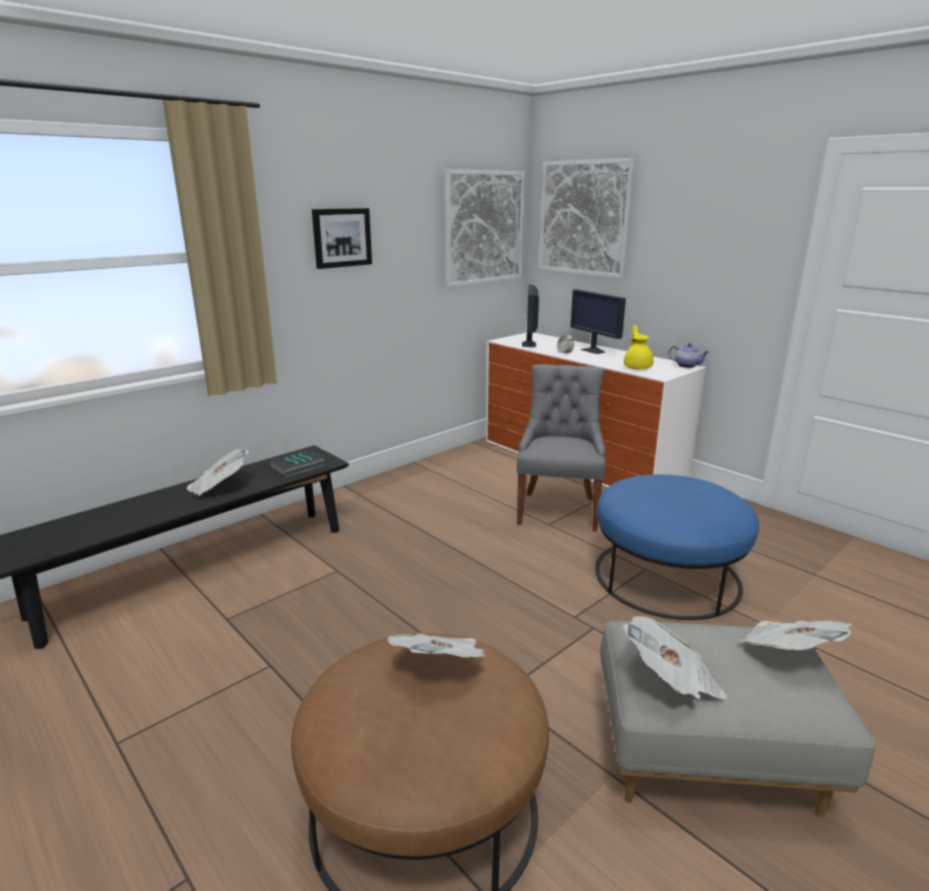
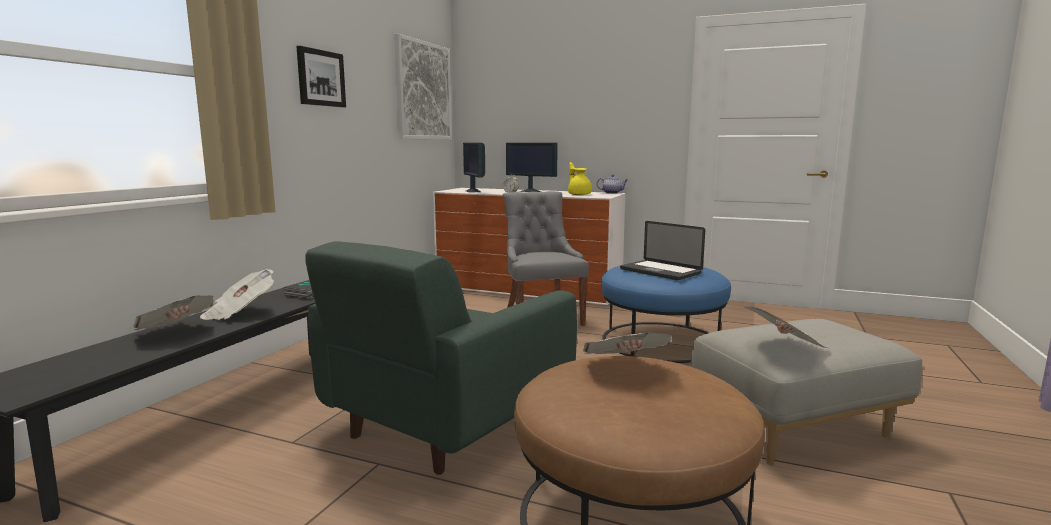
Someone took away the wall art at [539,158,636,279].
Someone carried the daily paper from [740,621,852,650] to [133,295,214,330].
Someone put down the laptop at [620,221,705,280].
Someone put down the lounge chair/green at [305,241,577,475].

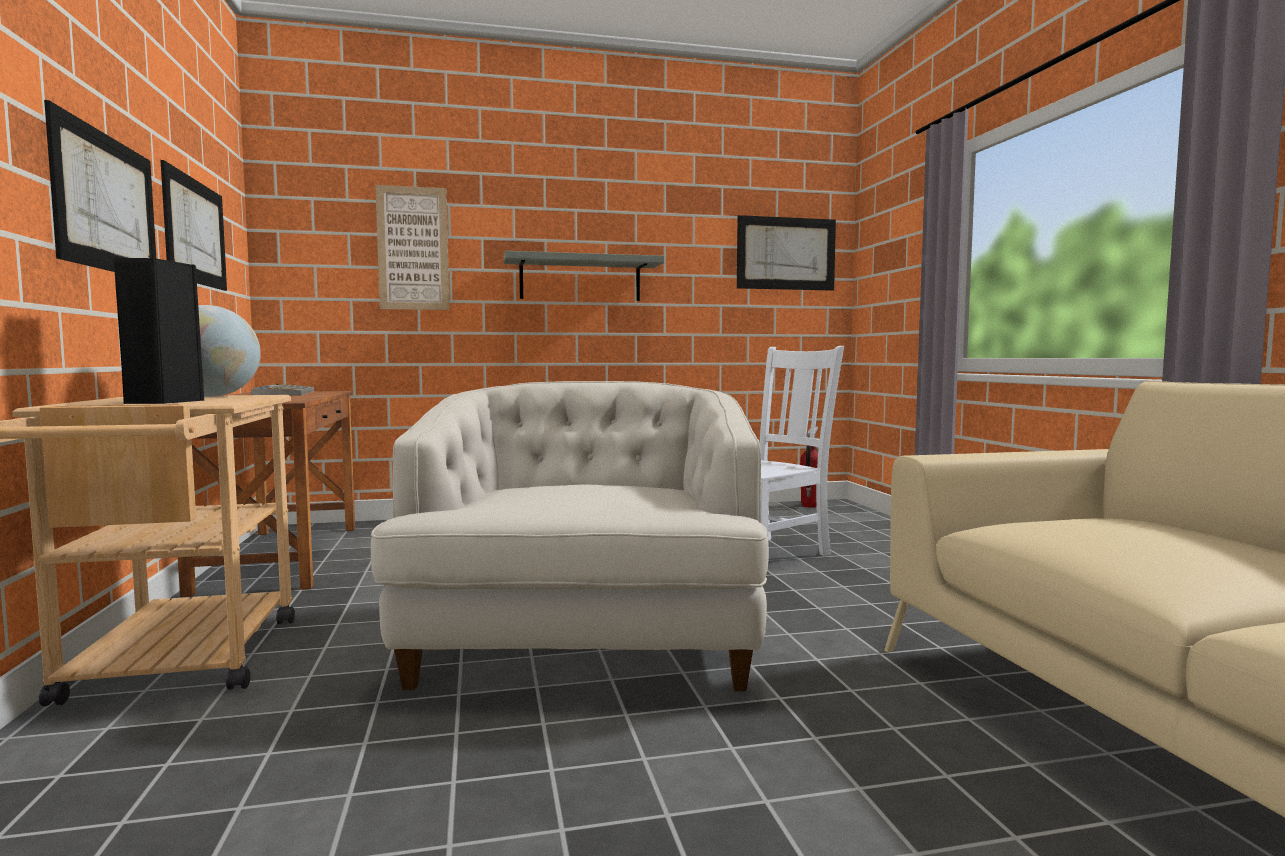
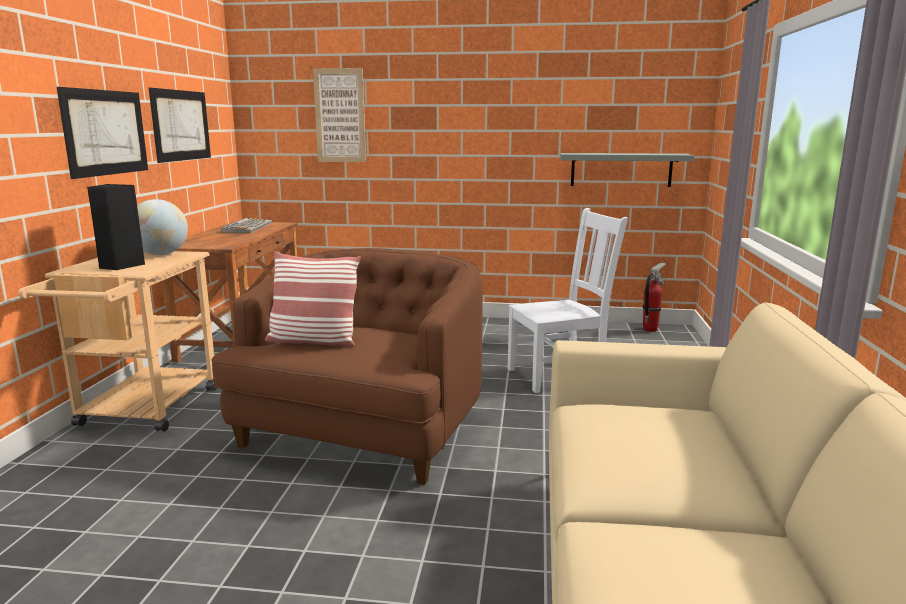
Someone took away the wall art at [737,215,836,291].
Someone carried the shelf/greyish from [504,251,664,301] to [560,153,694,187].
Someone repainted the lounge chair/whitish at [371,381,769,691], which became the lounge chair/brown at [211,248,482,485].
Someone put down the throw pillow at [265,251,361,347].

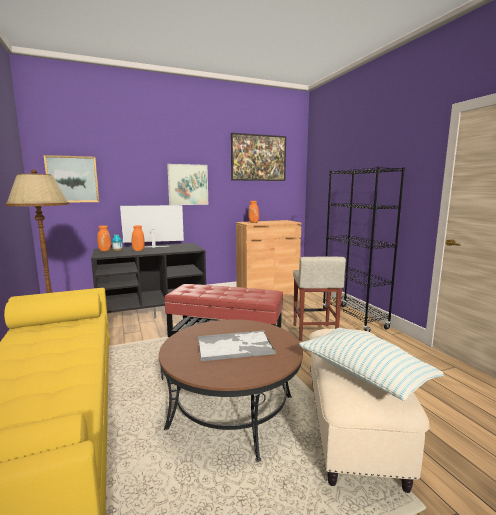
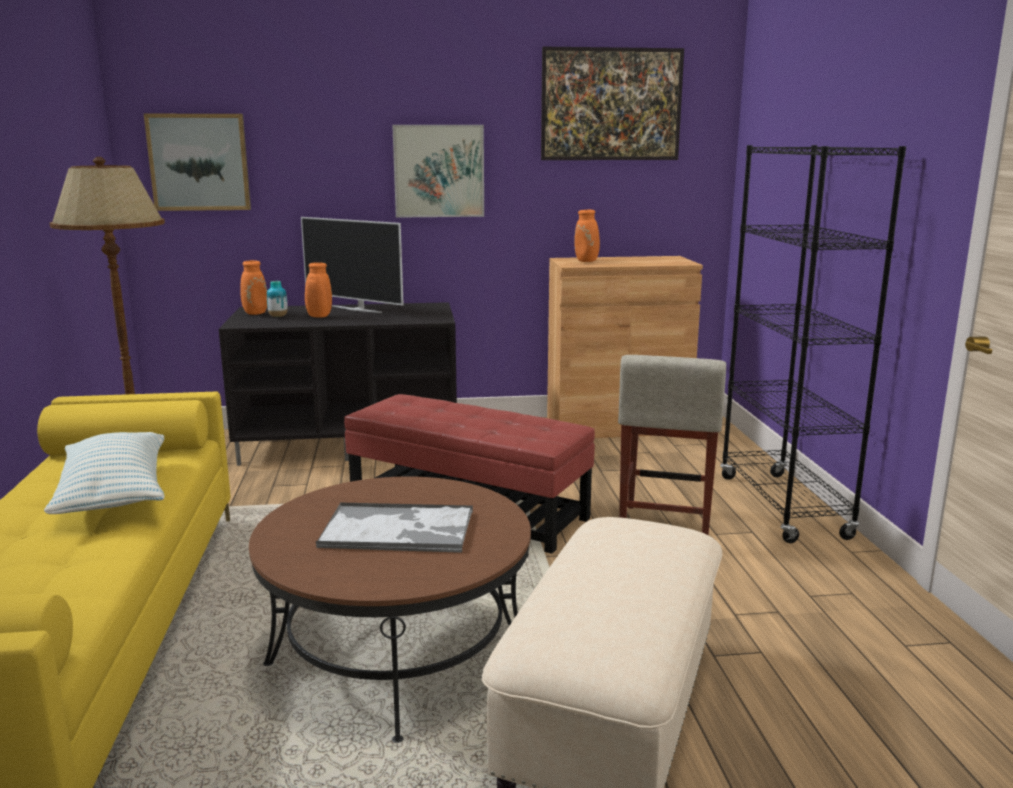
Someone rotated the TV set at [120,205,184,248] by 150 degrees counterclockwise.
Someone carried the throw pillow from [299,328,444,401] to [44,432,164,514].

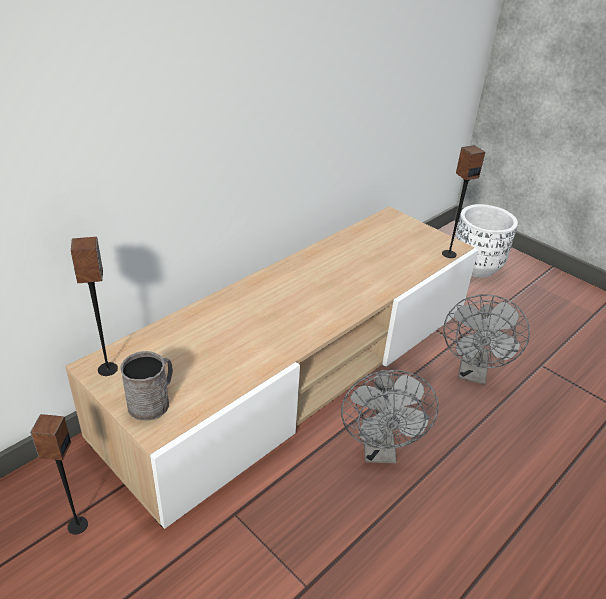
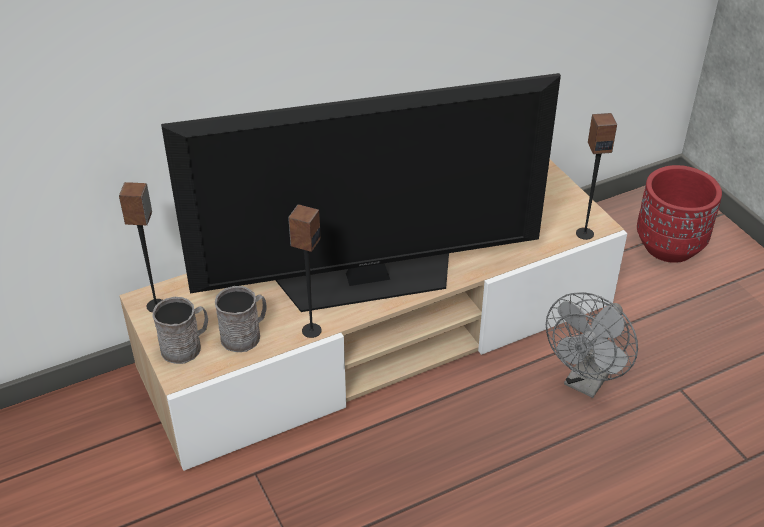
Someone repainted the plant pot/whitish at [455,204,518,277], which became the plant pot/red at [637,165,722,263].
Someone took away the cooling fan/greyish at [341,370,439,463].
Someone carried the speaker from [30,414,88,535] to [288,204,322,338].
Someone put down the TV set at [161,73,561,312].
Someone put down the mug/greyish at [215,286,267,352].

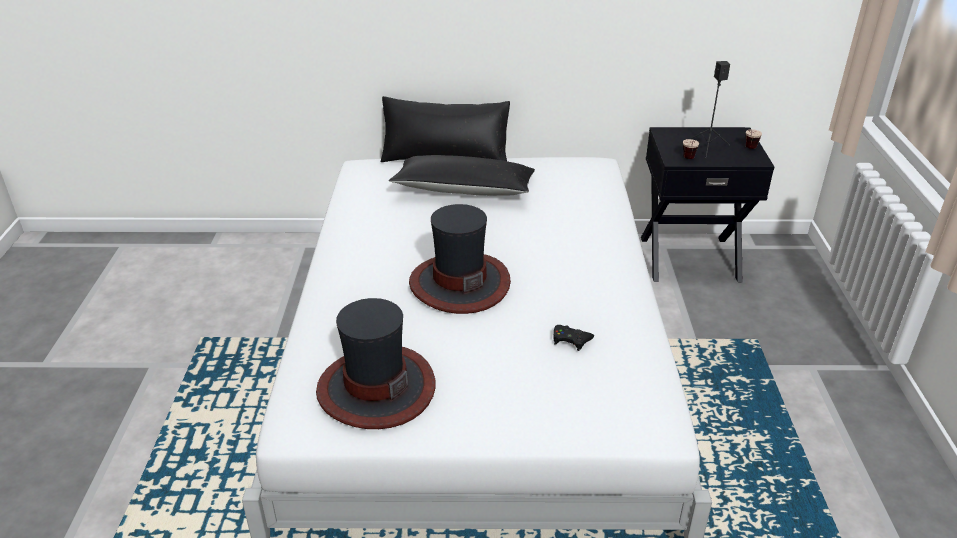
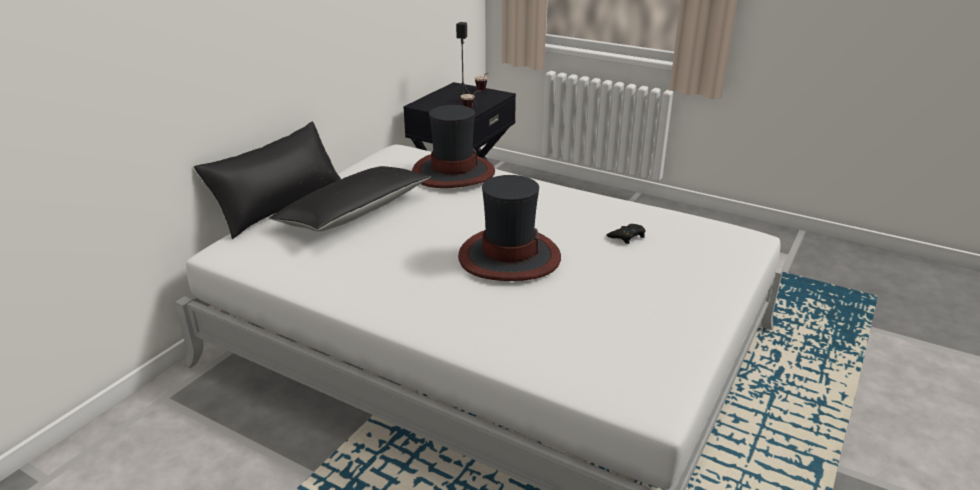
Someone carried the wearable hat from [316,298,436,429] to [412,105,495,188].

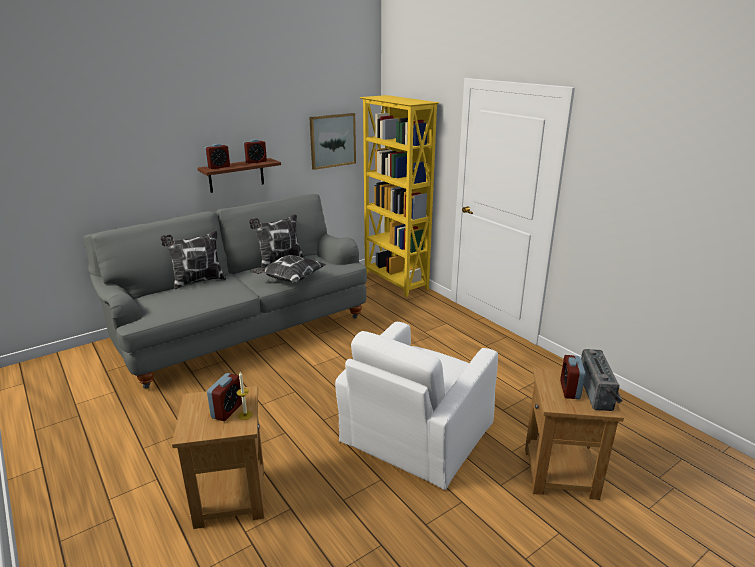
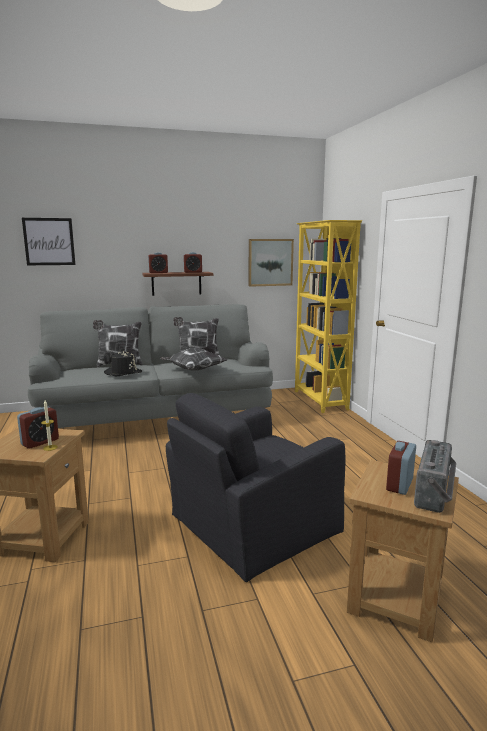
Someone repainted the lounge chair/whitish at [335,322,498,490], which became the lounge chair/black-coloured at [166,393,345,582].
Someone put up the wall art at [22,218,76,265].
Someone put down the wearable hat/black-coloured at [104,351,142,376].

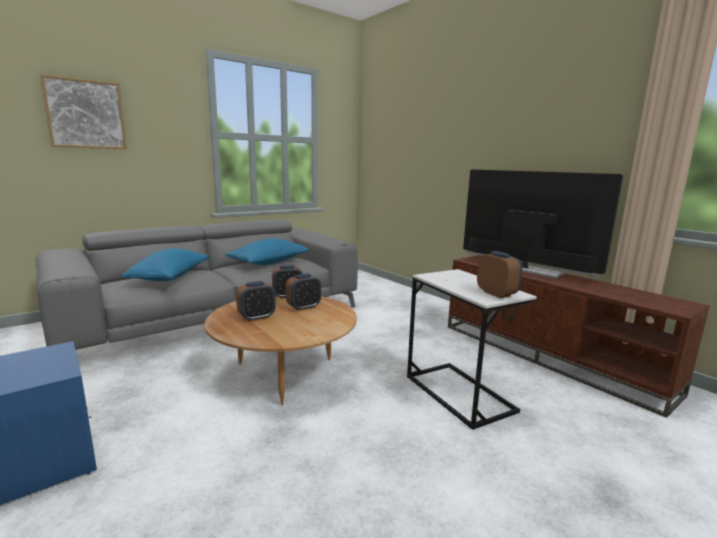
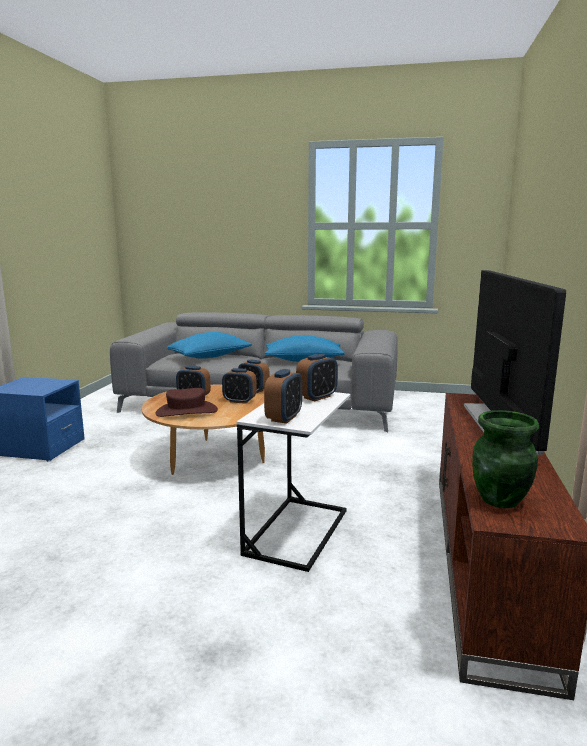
Someone took away the wall art at [40,74,127,149].
Someone put down the bedside clock at [296,354,338,401].
Someone put down the wearable hat/brown at [155,388,218,417].
Someone put down the decorative vase/green at [472,410,539,508].

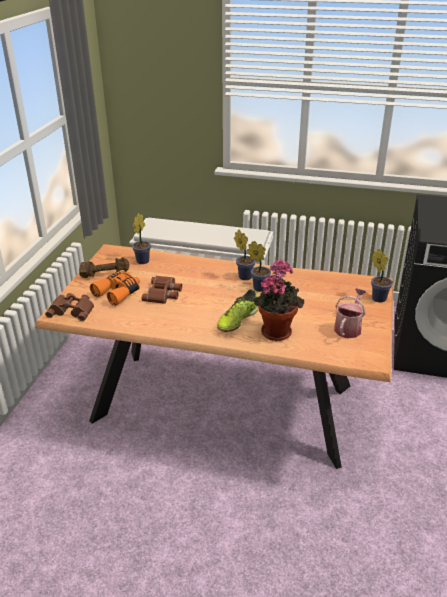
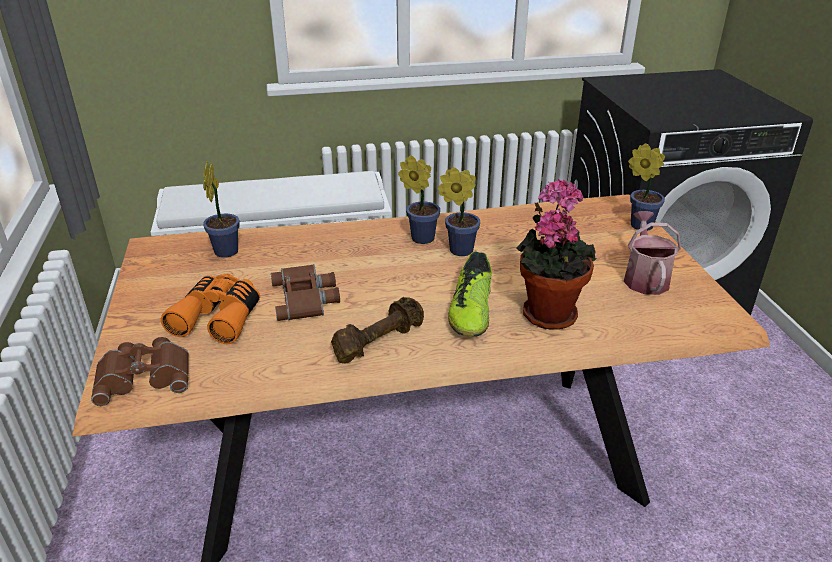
Someone carried the dumbbell/brown from [79,257,130,278] to [331,297,424,364].

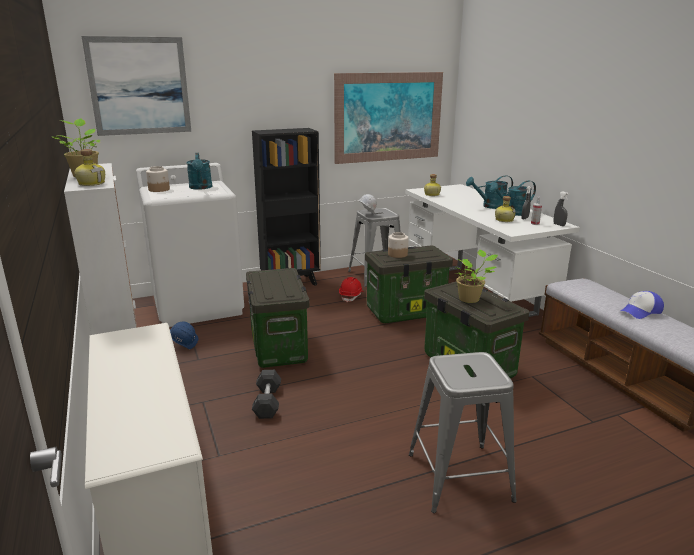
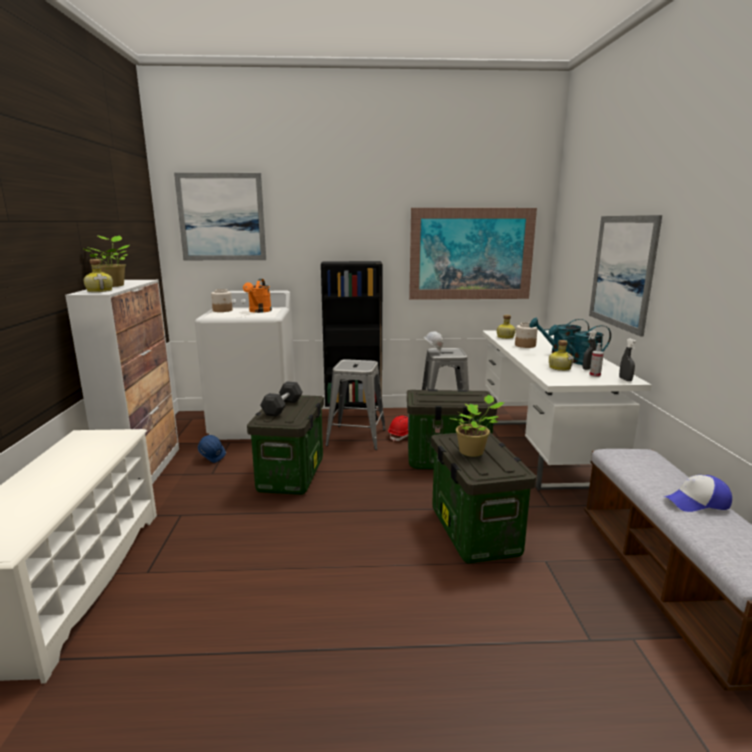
Someone repainted the watering pot/turquoise-coloured at [187,153,212,190], which became the watering pot/orangey at [243,279,272,313].
Someone carried the storage jar from [388,232,408,258] to [515,322,538,348].
Someone carried the stool/greyish from [409,352,517,513] to [325,359,386,450].
Someone carried the dumbbell/greyish from [252,370,281,419] to [260,381,303,417].
Someone put up the wall art at [589,215,662,336].

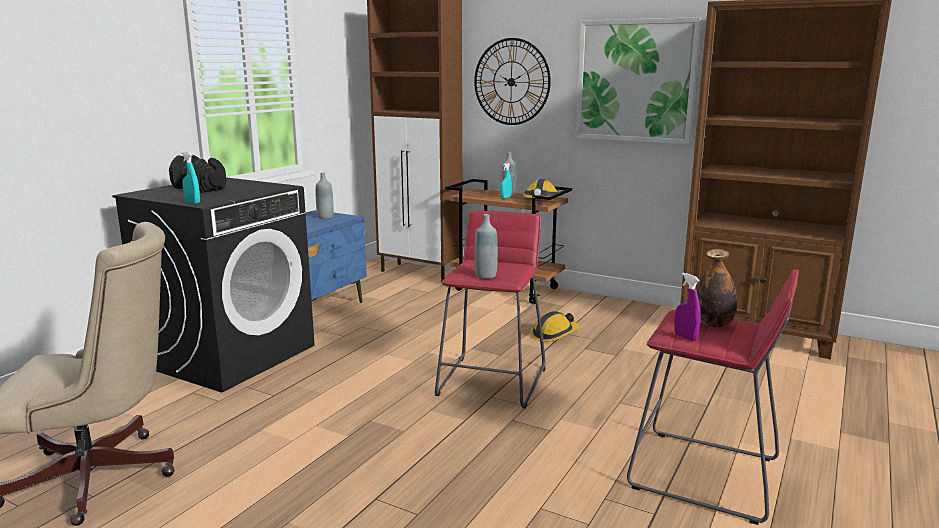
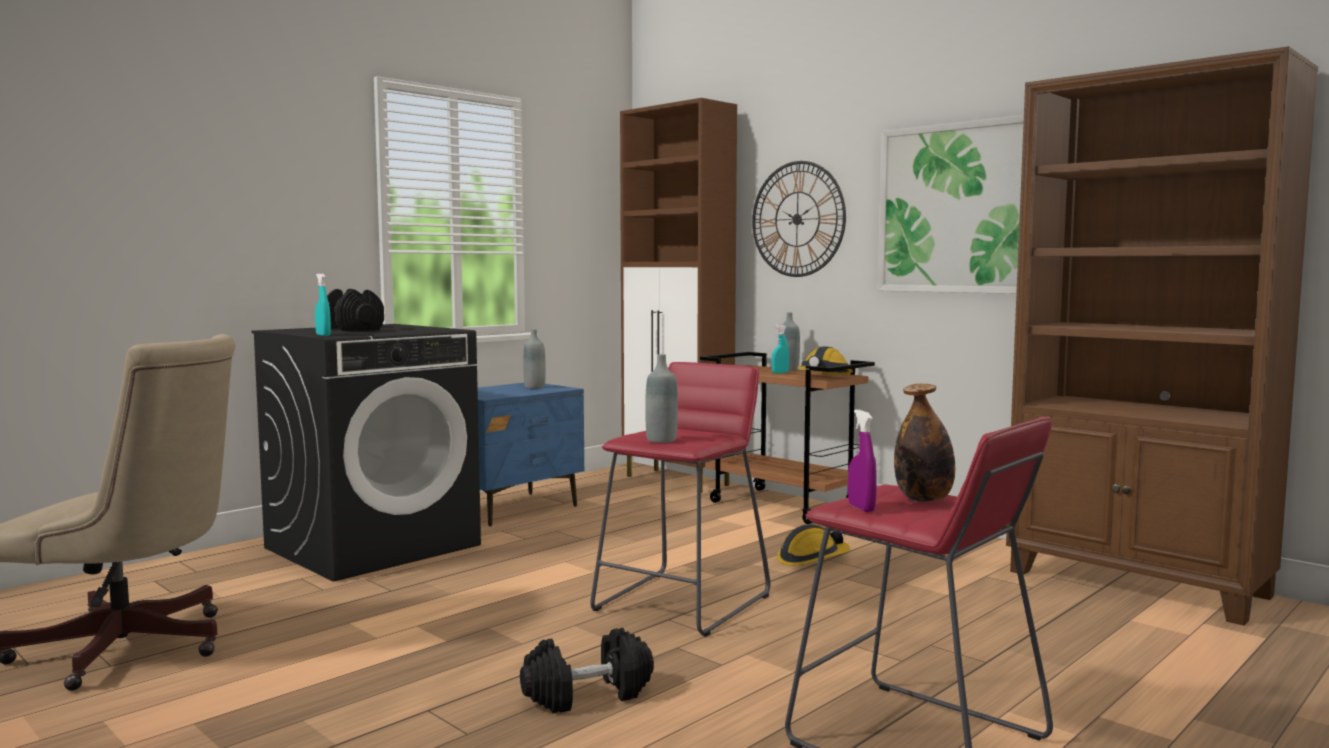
Someone put down the dumbbell/black-coloured at [520,628,654,714].

